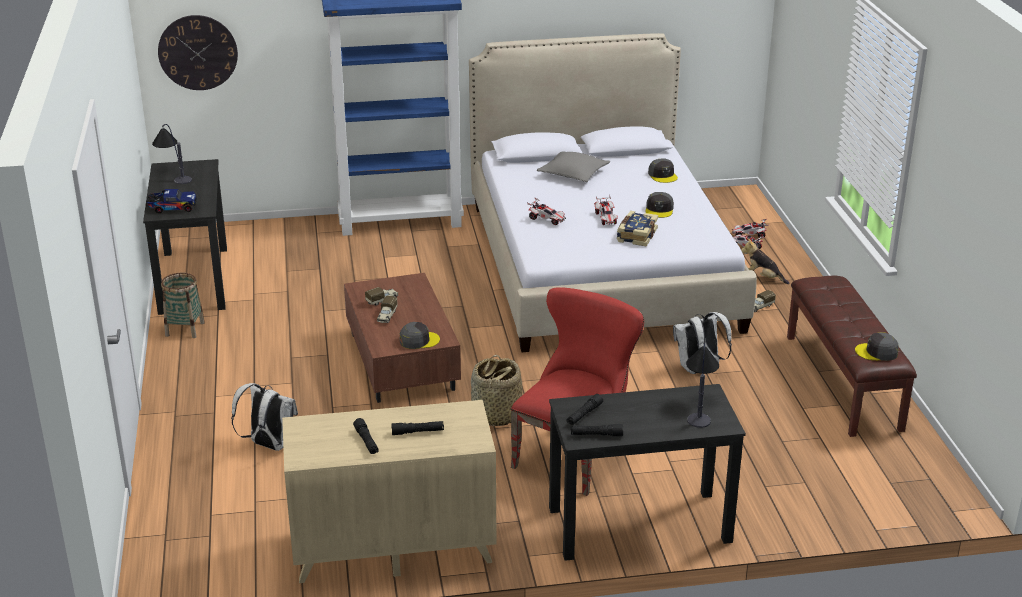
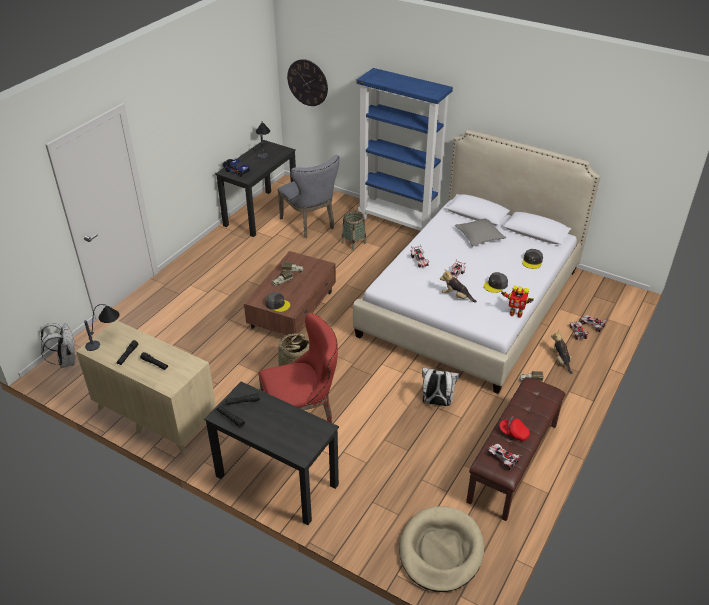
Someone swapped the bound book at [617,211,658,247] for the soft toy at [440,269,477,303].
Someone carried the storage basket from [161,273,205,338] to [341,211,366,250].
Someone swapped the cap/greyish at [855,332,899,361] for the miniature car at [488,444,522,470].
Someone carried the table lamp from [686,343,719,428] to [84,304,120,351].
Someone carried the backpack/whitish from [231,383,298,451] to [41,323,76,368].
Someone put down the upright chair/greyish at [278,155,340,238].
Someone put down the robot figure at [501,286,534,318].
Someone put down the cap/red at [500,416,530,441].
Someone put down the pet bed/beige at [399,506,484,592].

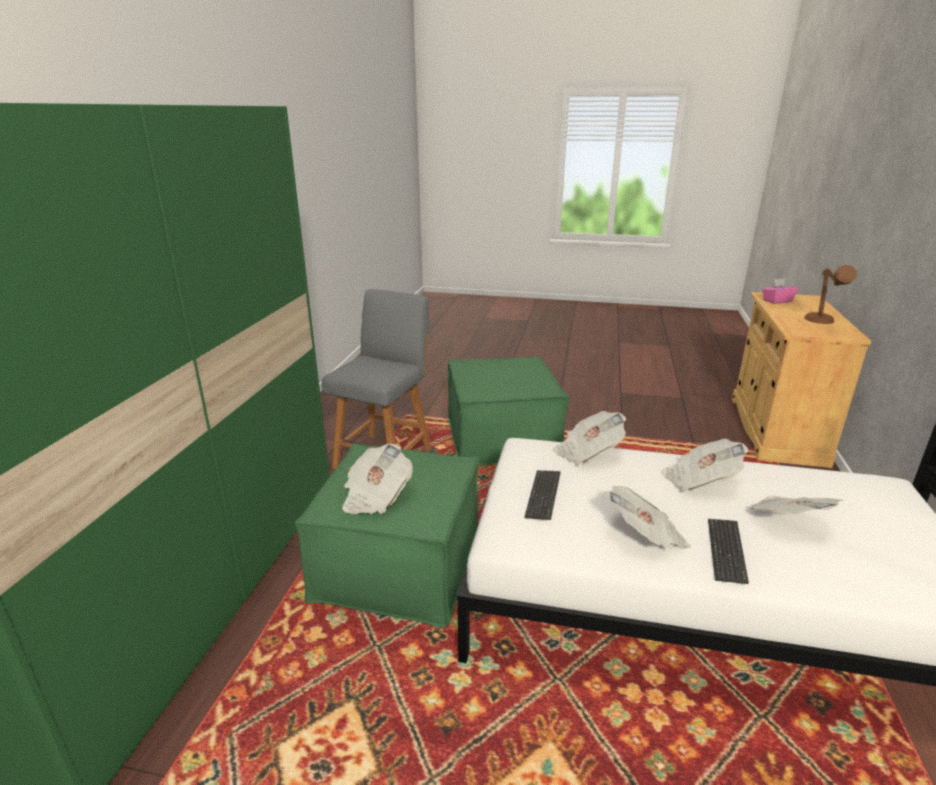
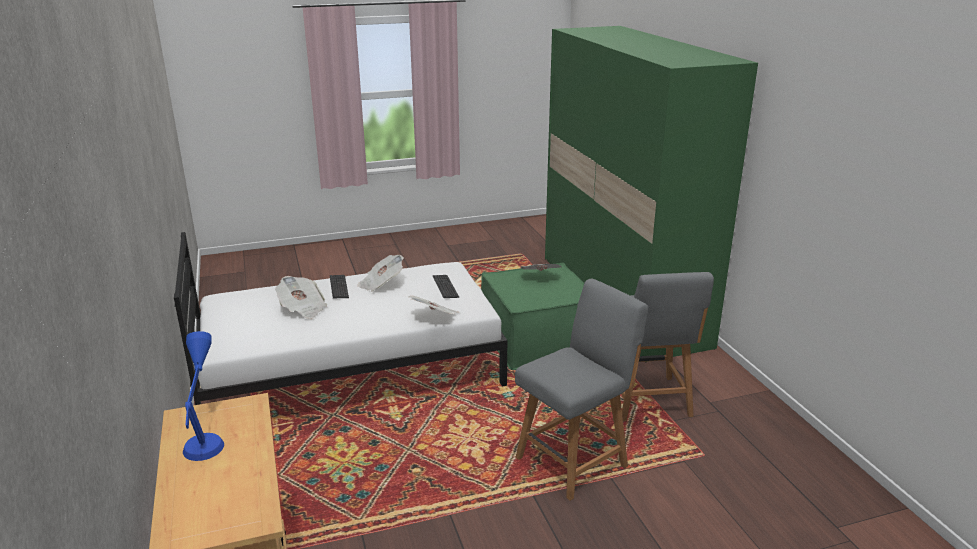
Someone repainted the table lamp/brown at [804,265,857,324], which became the table lamp/blue-coloured at [183,331,224,461].
Someone took away the box of tissues/pink-coloured at [762,278,798,304].
Someone swapped the ottoman/green at [448,357,569,465] for the upright chair/greyish at [515,278,648,501].
Someone took away the daily paper at [661,439,749,491].

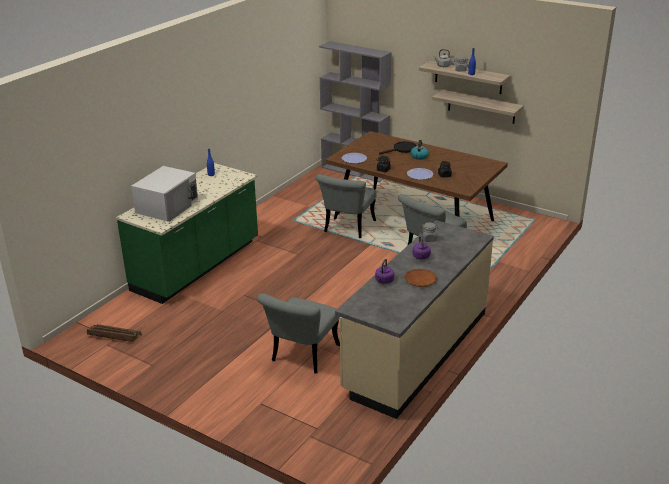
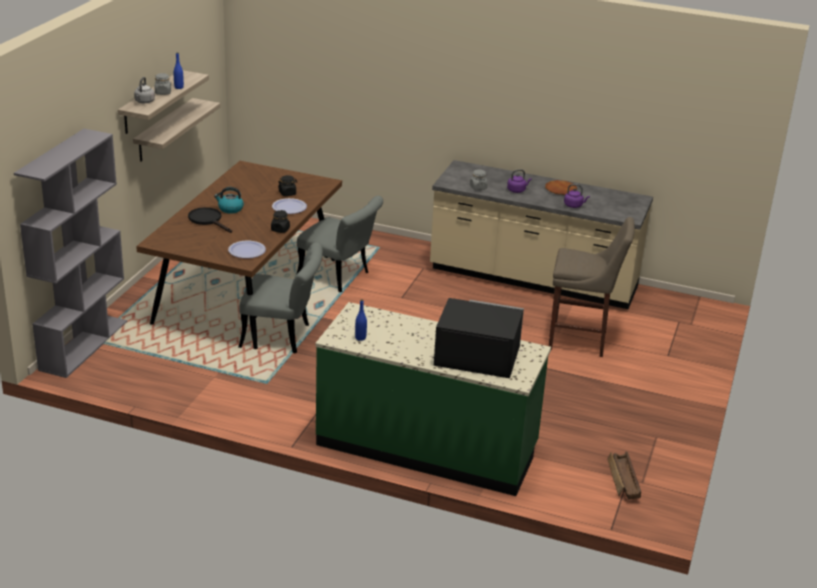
Someone repainted the microwave/whitish at [131,166,198,222], which became the microwave/black-coloured at [434,298,524,378].
Someone swapped the upright chair/greyish at [257,293,340,374] for the stool/beige at [549,217,635,357].

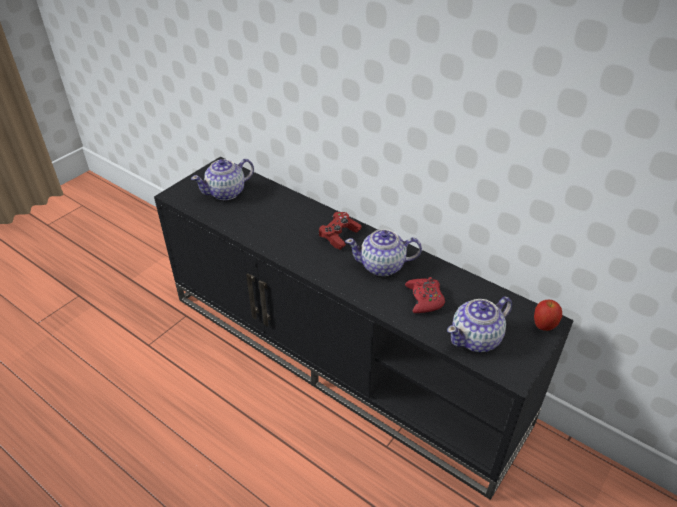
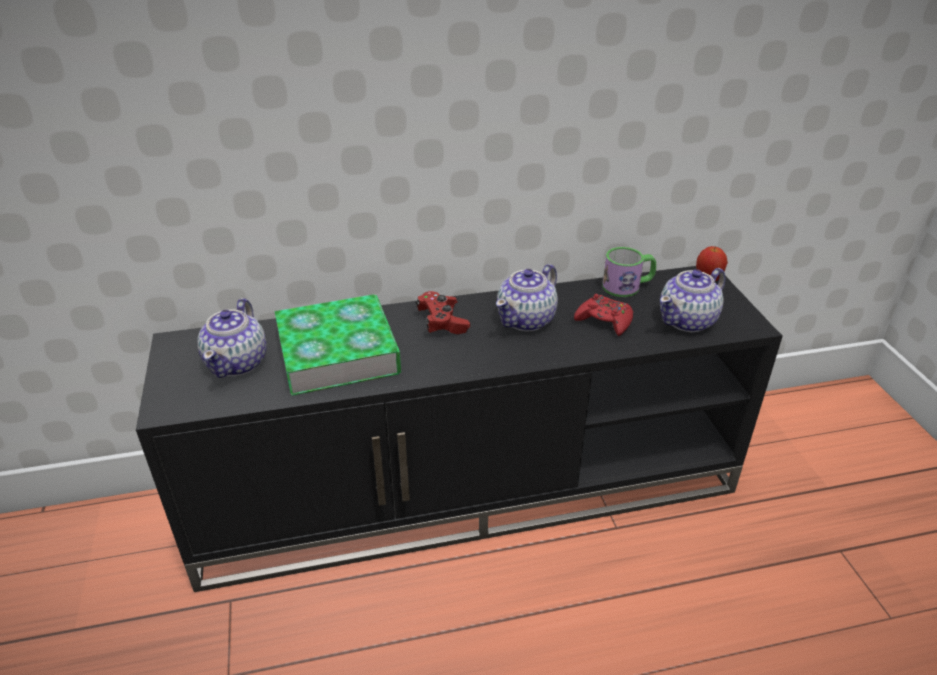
Someone rotated the teapot at [447,297,512,352] by 45 degrees clockwise.
Someone put down the mug at [602,247,656,297].
Someone put down the bound book at [275,294,401,396].

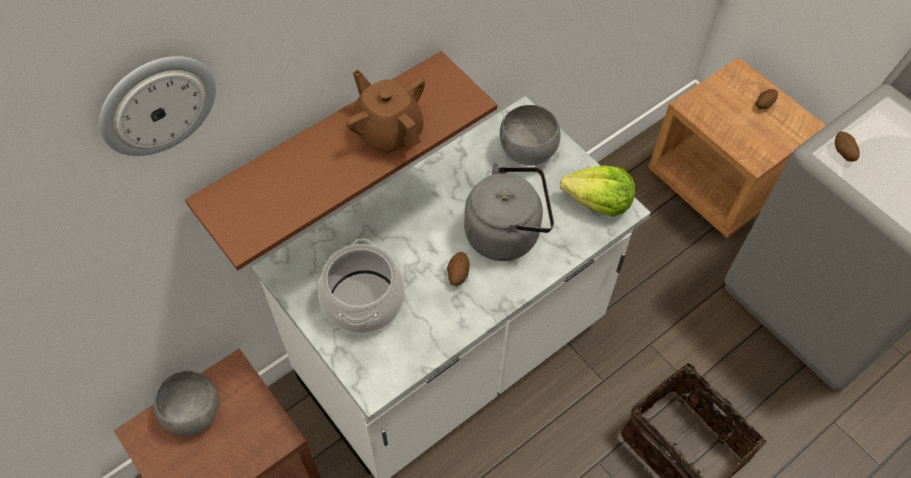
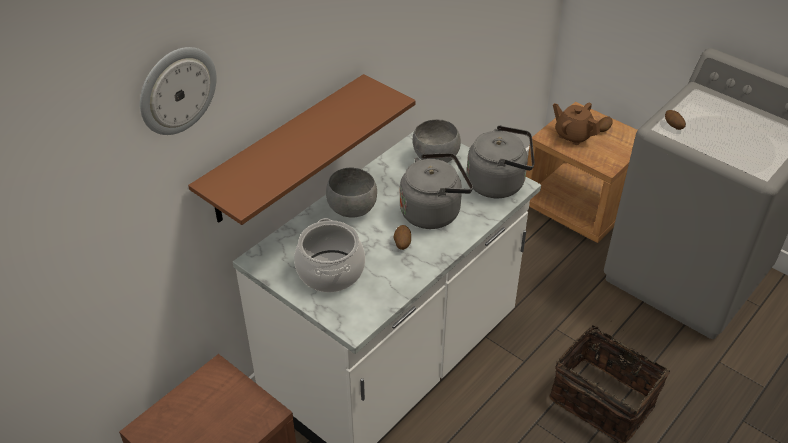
Someone carried the teapot/brown from [346,69,425,154] to [553,103,600,145].
Someone swapped the head of lettuce at [560,166,635,217] for the kettle/greyish at [467,125,535,198].
Someone carried the deep dish/greyish from [154,370,219,435] to [326,168,377,218].

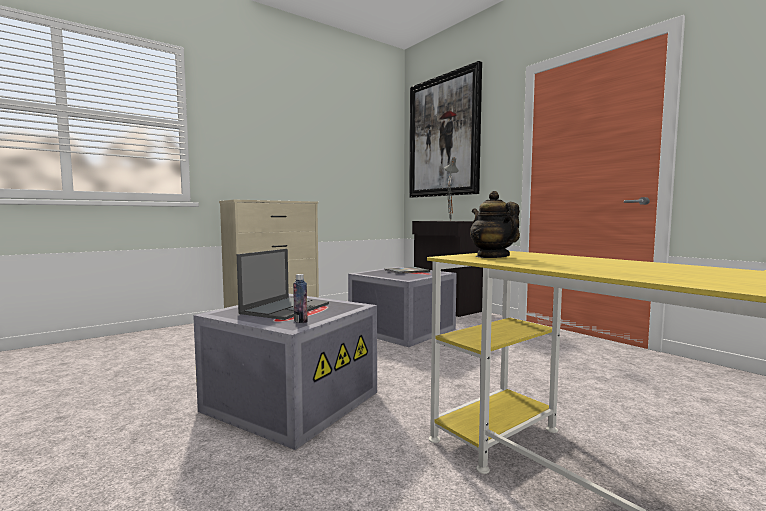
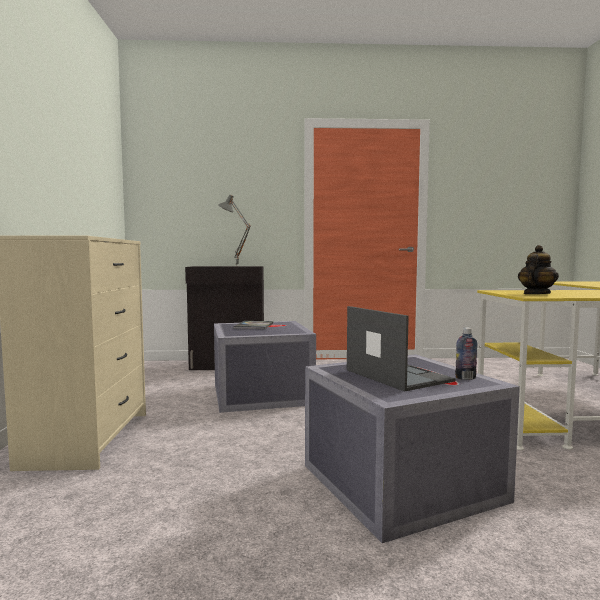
Someone took away the wall art at [409,61,482,198].
Someone rotated the teapot at [470,191,520,258] by 120 degrees clockwise.

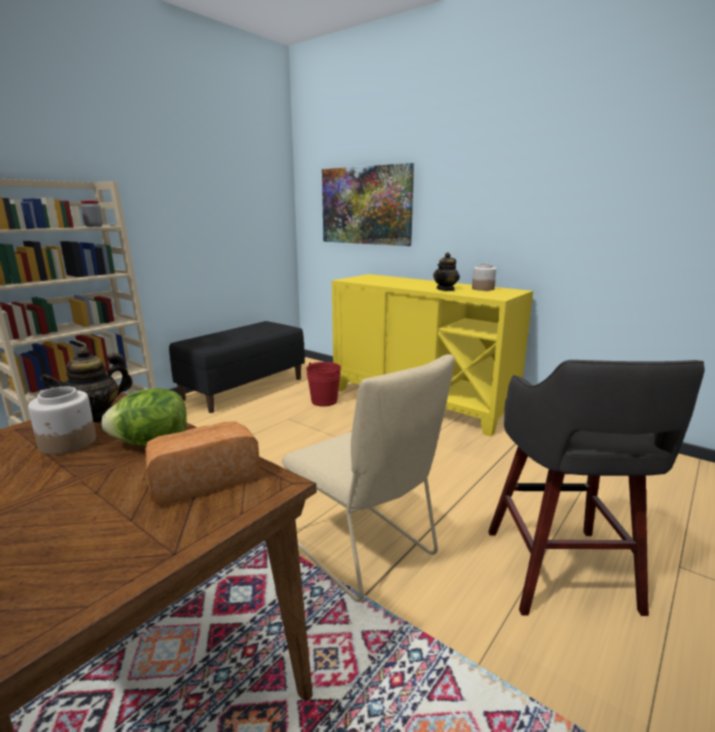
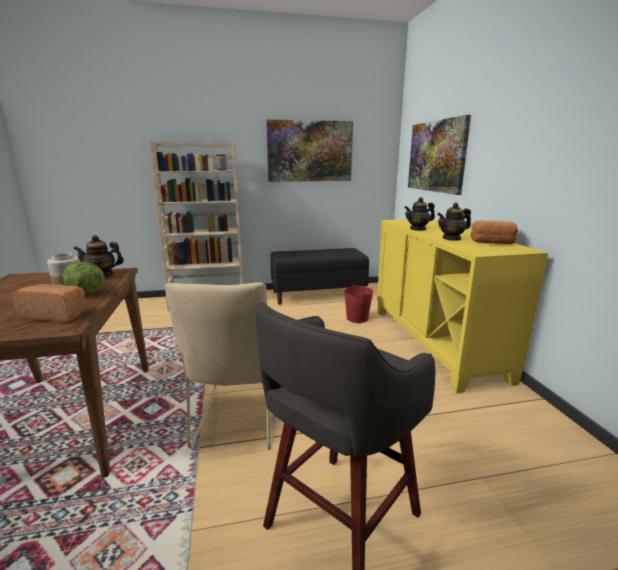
Someone swapped the storage jar at [472,264,496,291] for the baked bread at [471,221,518,244].
Someone put up the wall art at [266,119,353,182].
Someone put down the teapot at [404,197,435,231].

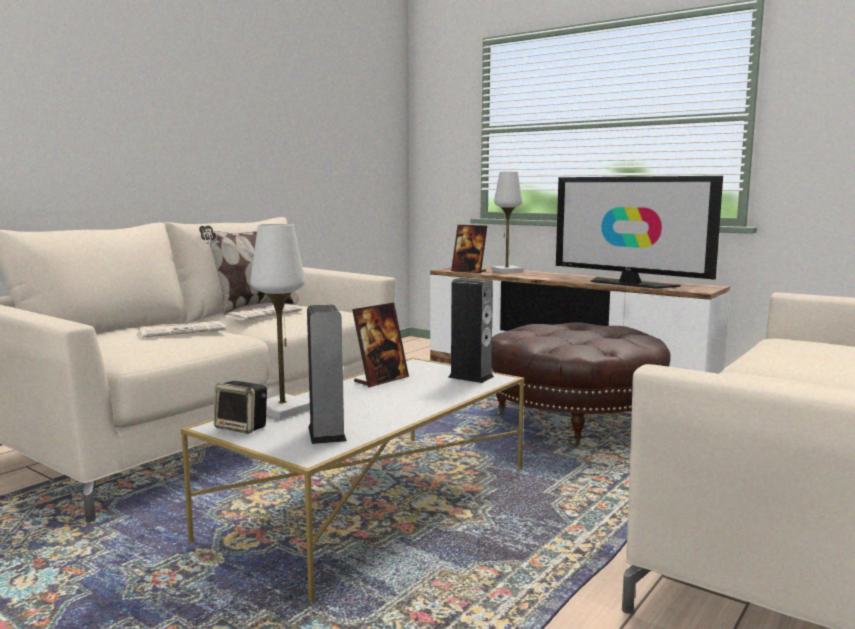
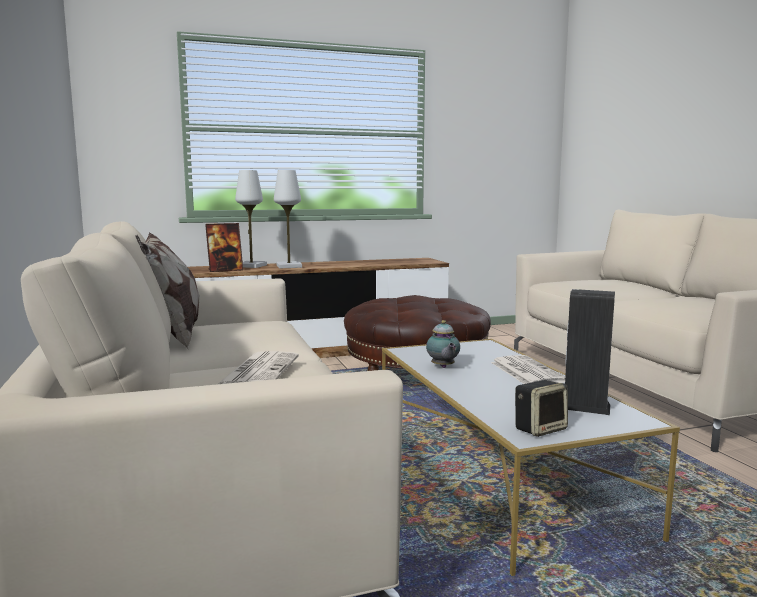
Someone took away the TV set at [556,176,723,289].
Someone carried the table lamp/whitish from [250,224,310,419] to [274,170,302,268].
Someone took away the speaker at [448,278,494,383].
Someone swapped the picture frame at [352,303,409,387] for the teapot at [426,320,460,368].
Someone carried the daily paper from [225,305,302,320] to [491,355,565,384].

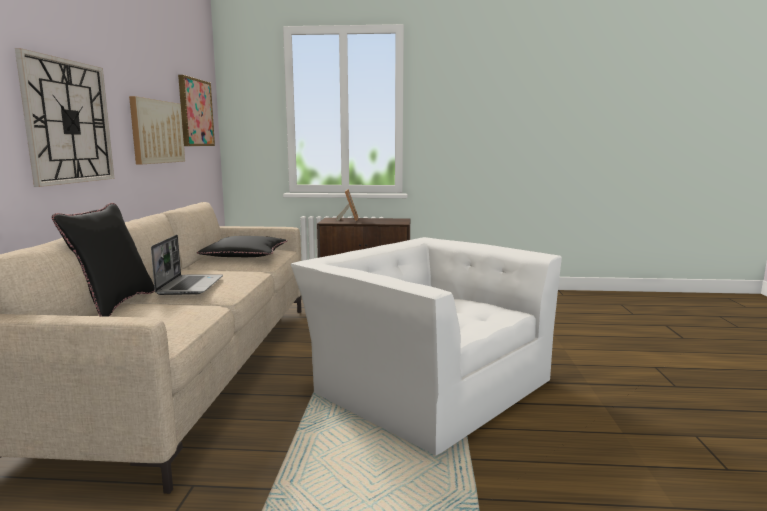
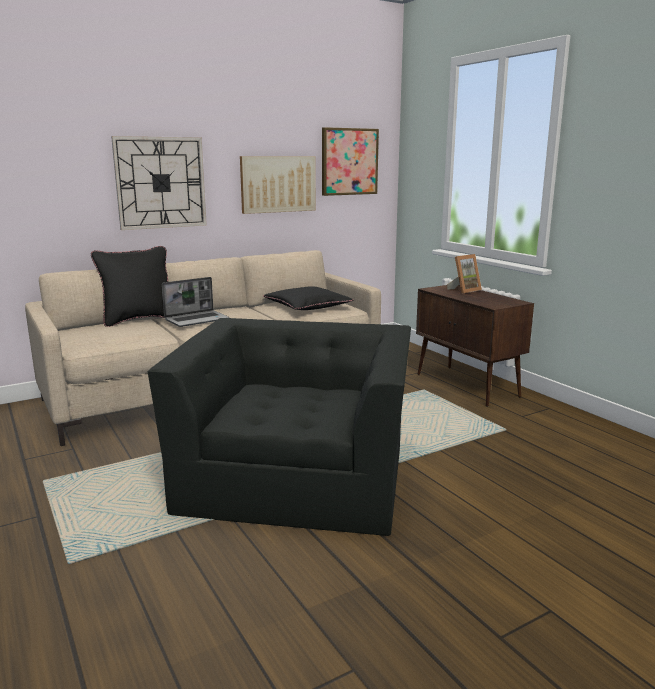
Someone repainted the lounge chair/whitish at [291,237,562,455], which became the lounge chair/black-coloured at [148,318,411,536].

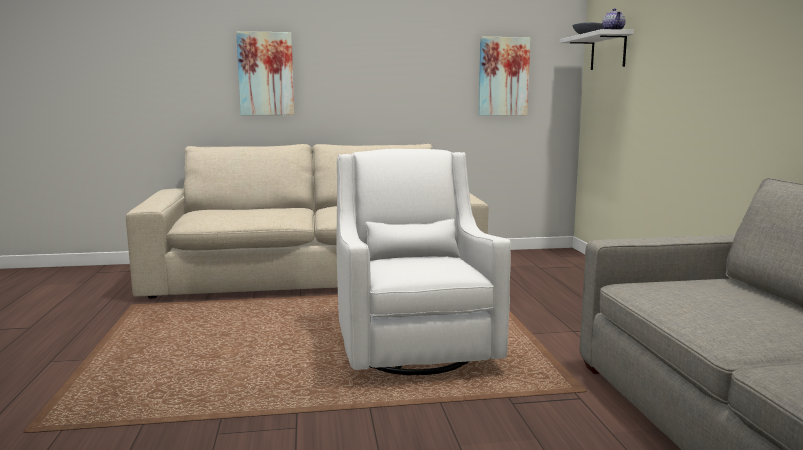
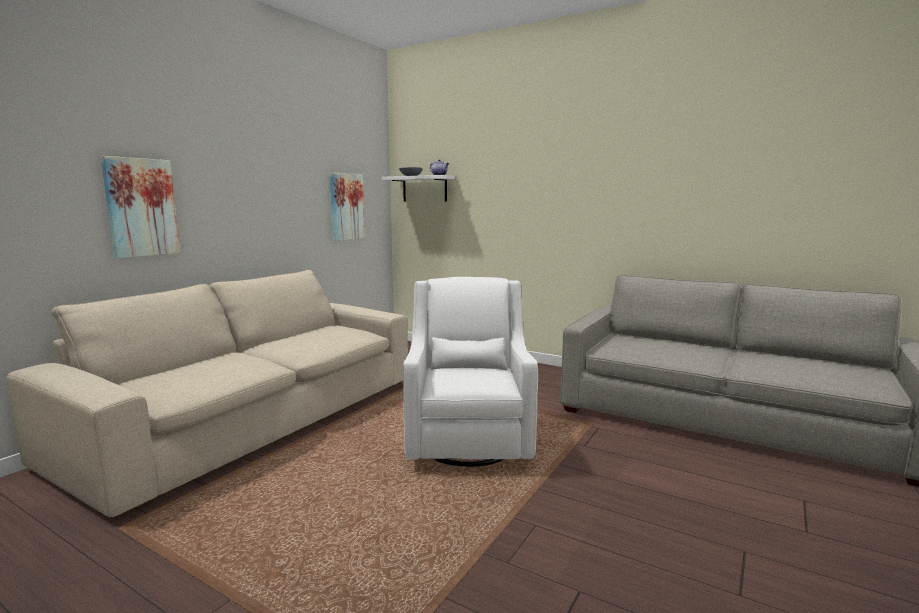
Someone rotated the lounge chair/whitish at [337,149,511,375] by 60 degrees clockwise.

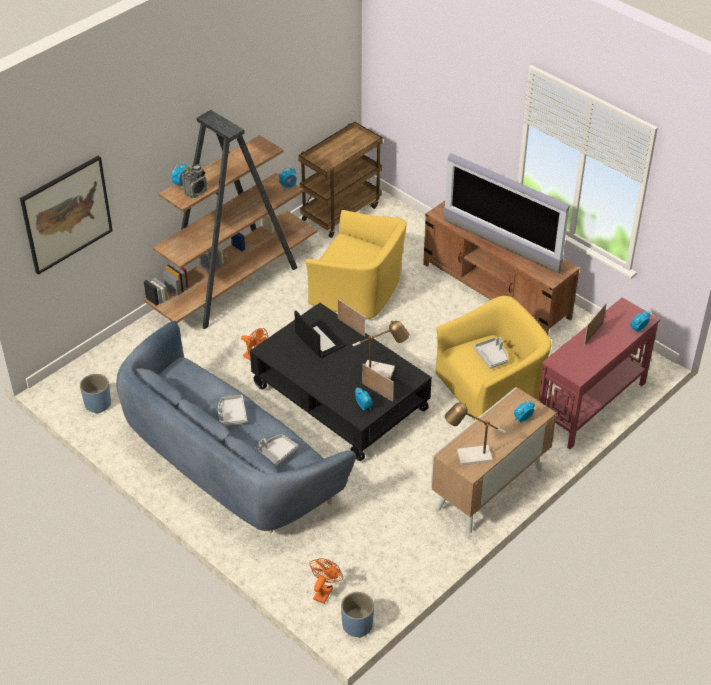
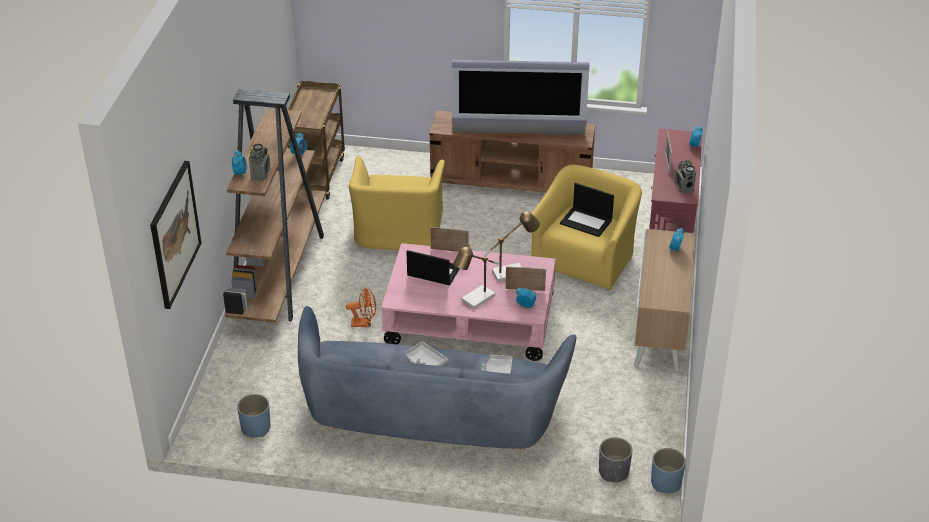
Someone rotated the lounge chair/yellow at [306,210,407,320] by 105 degrees clockwise.
Someone repainted the coffee table/black-coloured at [250,303,432,461], which became the coffee table/pink-coloured at [381,243,556,361].
Someone swapped the carrying tray/greyish at [474,337,508,369] for the laptop at [560,183,614,237].
Someone carried the table lamp from [445,403,506,466] to [453,245,499,309].
Someone swapped the cooling fan/orangey at [310,558,343,604] for the plant pot/greyish at [599,437,632,482].
Someone put down the radio at [674,159,696,194].

